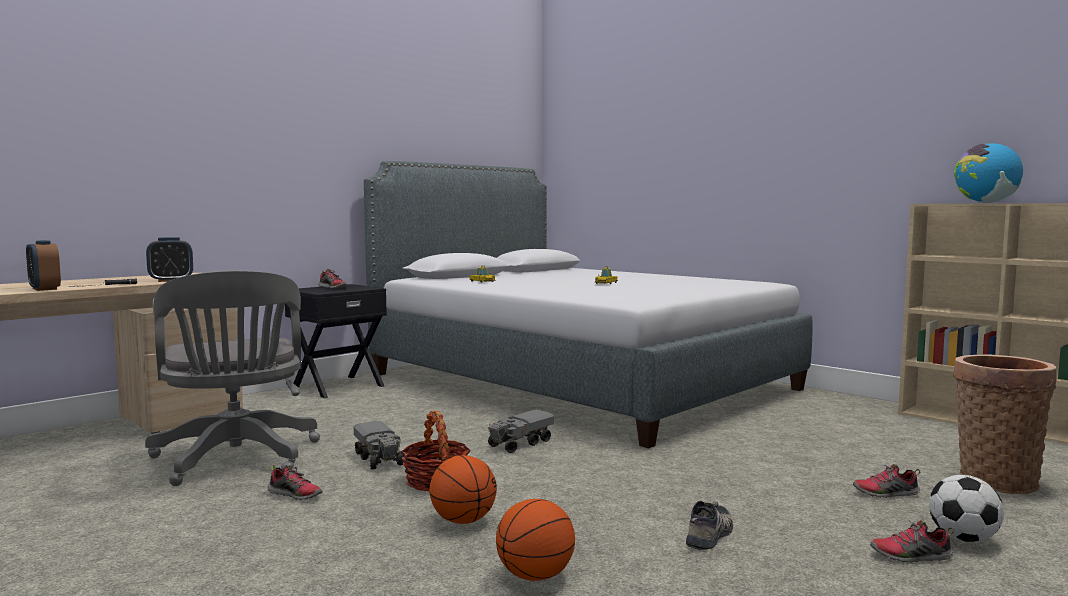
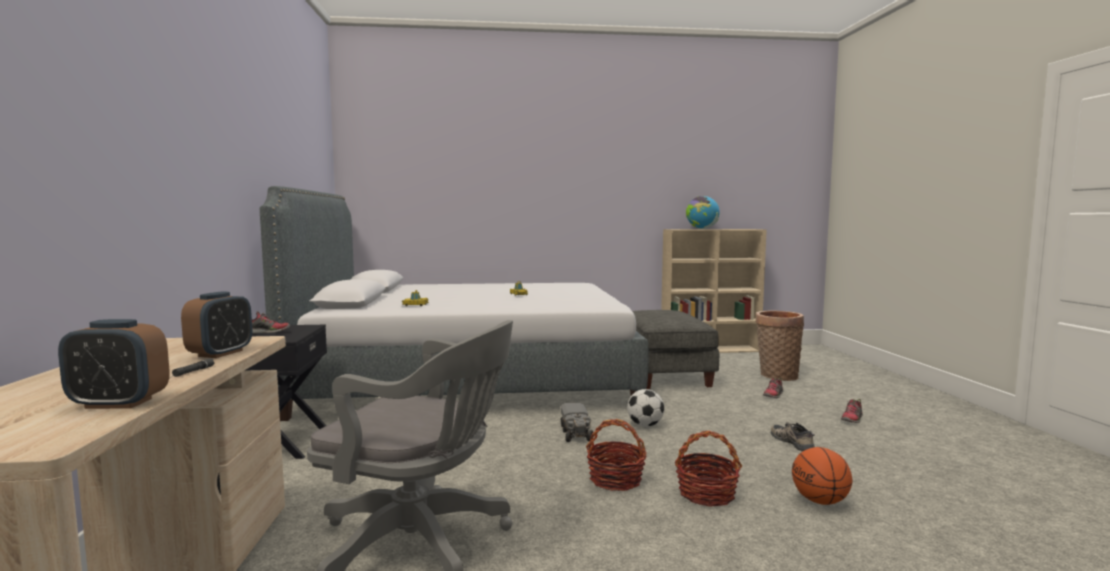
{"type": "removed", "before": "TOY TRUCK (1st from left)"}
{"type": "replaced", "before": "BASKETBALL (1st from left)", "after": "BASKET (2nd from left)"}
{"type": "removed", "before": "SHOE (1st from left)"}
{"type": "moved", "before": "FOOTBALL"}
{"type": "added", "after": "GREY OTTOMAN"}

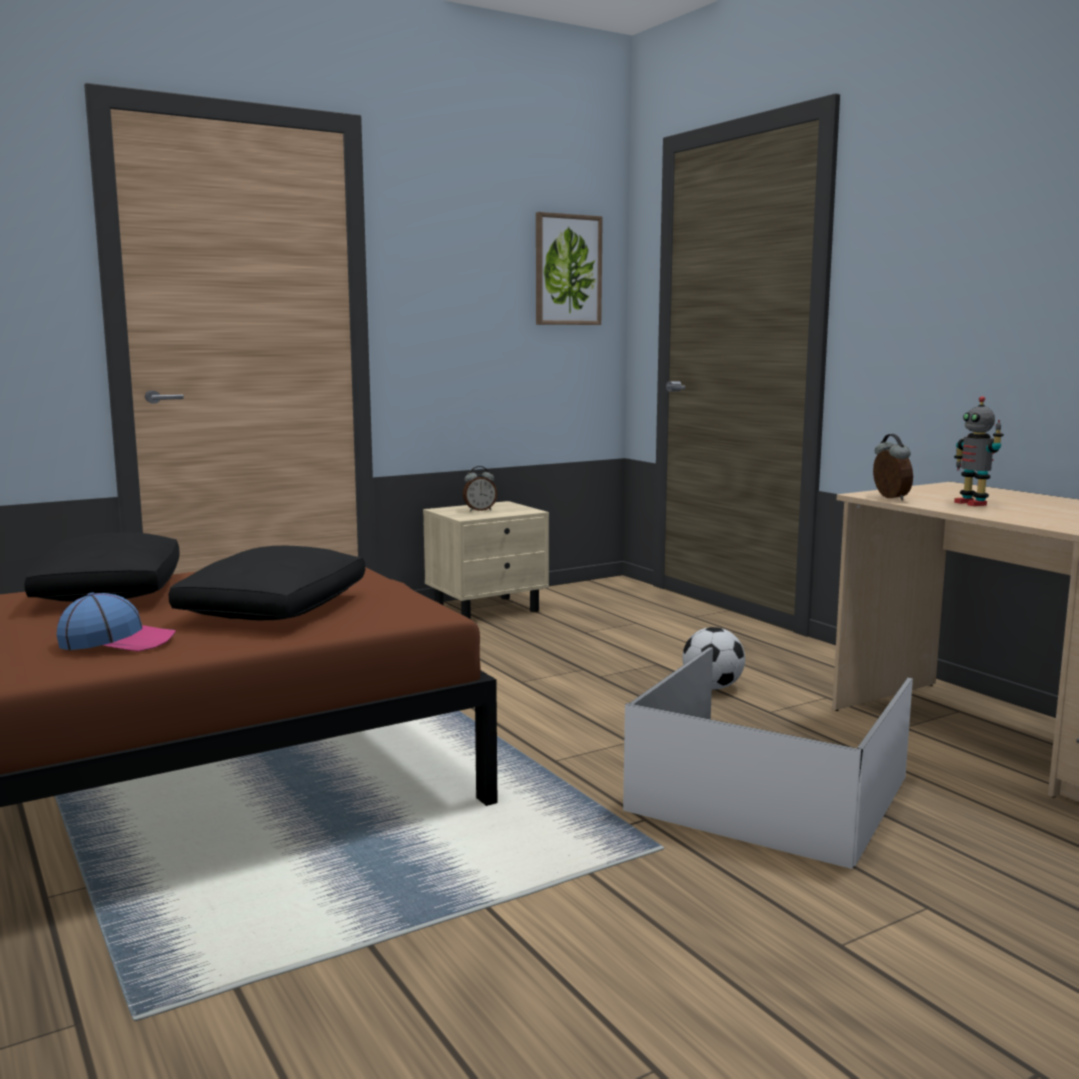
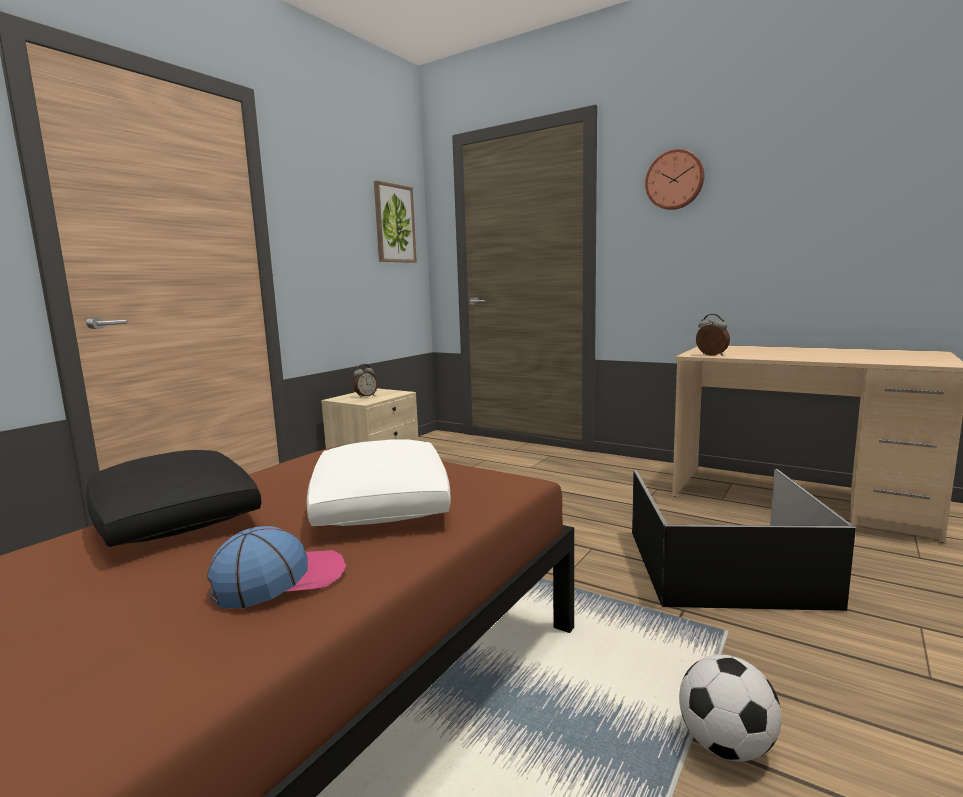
{"type": "removed", "before": "TOY ROBOT"}
{"type": "recoloured", "before": "BLACK PILLOW (2nd from left)", "after": "WHITE PILLOW"}
{"type": "moved", "before": "FOOTBALL"}
{"type": "recoloured", "before": "WHITE STORAGE BOX", "after": "BLACK STORAGE BOX"}
{"type": "added", "after": "WALL CLOCK"}

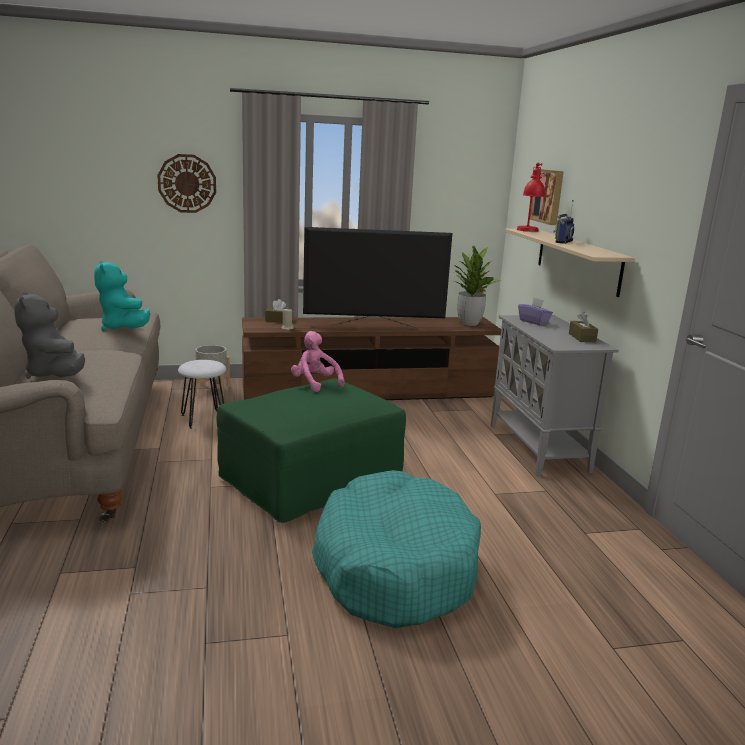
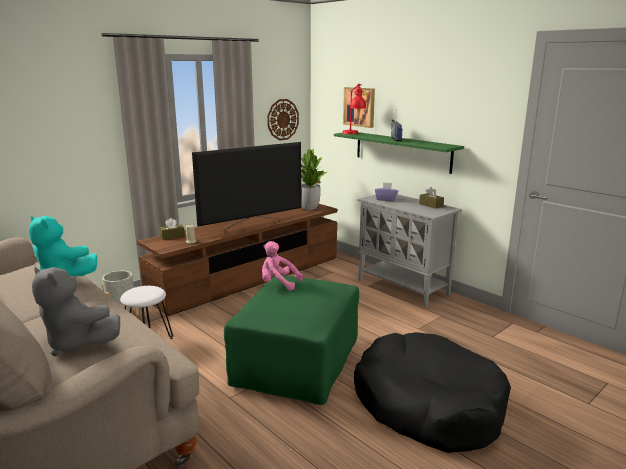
{"type": "moved", "before": "WALL CLOCK"}
{"type": "recoloured", "before": "BEIGE SHELF", "after": "GREEN SHELF"}
{"type": "recoloured", "before": "TURQUOISE DOG BED", "after": "BLACK DOG BED"}

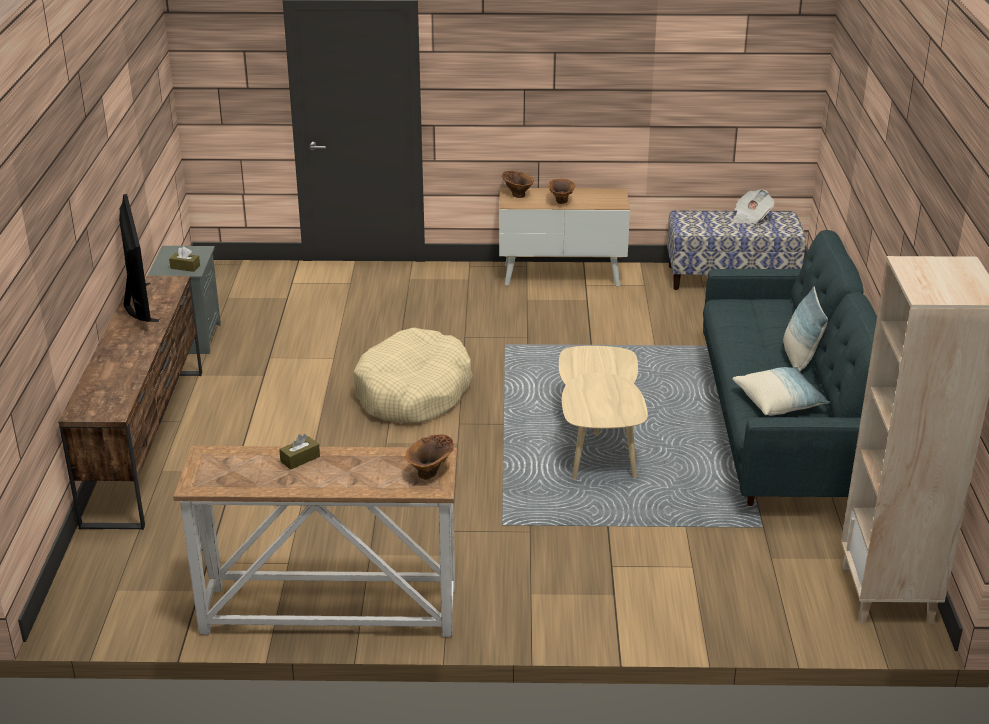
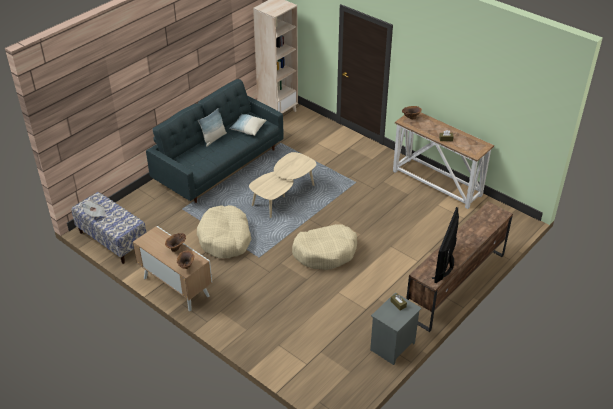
{"type": "added", "after": "BEIGE DOG BED (1st from left)"}

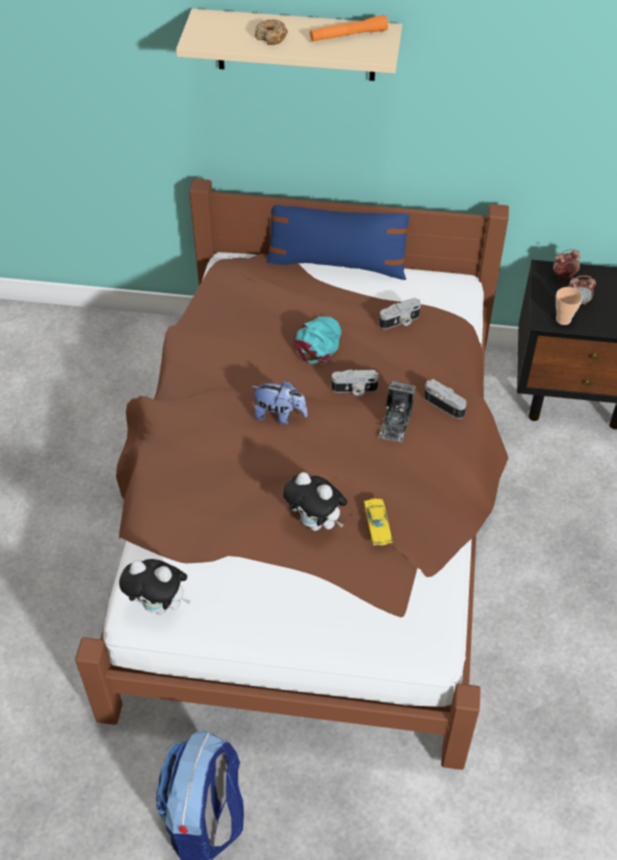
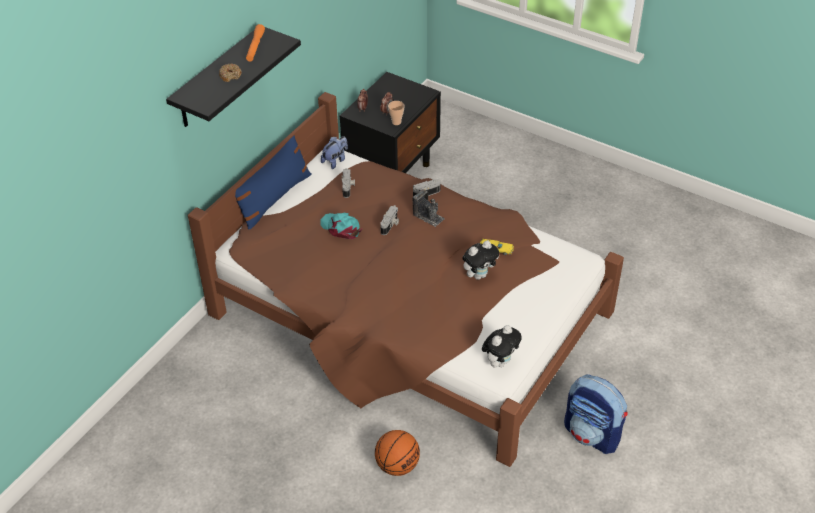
{"type": "recoloured", "before": "BEIGE SHELF", "after": "BLACK SHELF"}
{"type": "moved", "before": "PLUSH TOY (2nd from left in the first image)", "after": "PLUSH TOY (1st from left)"}
{"type": "added", "after": "BASKETBALL"}

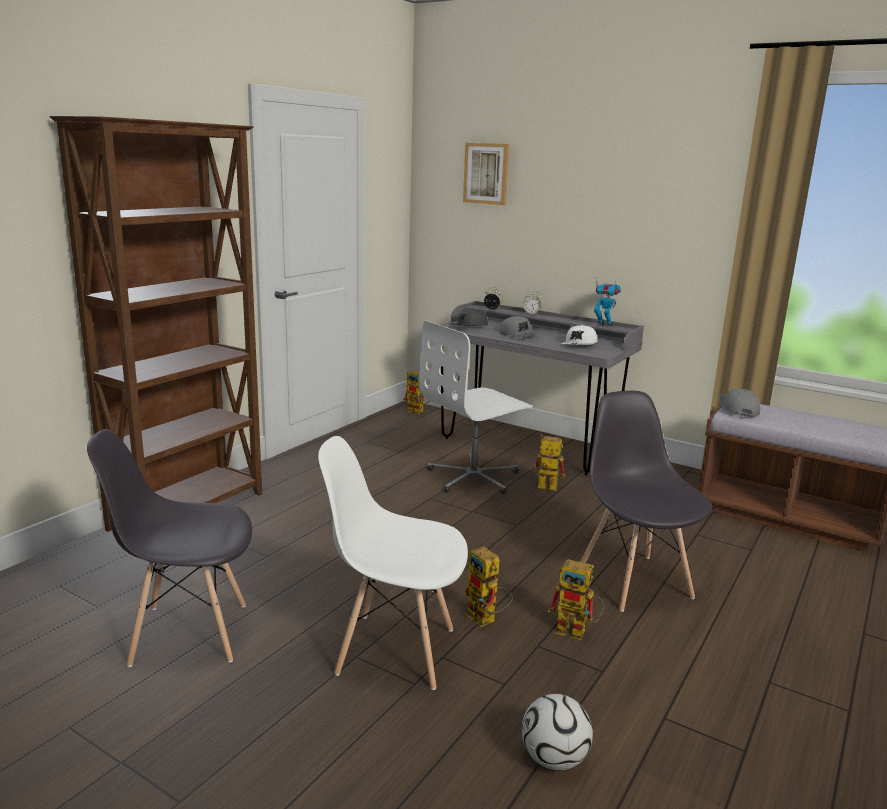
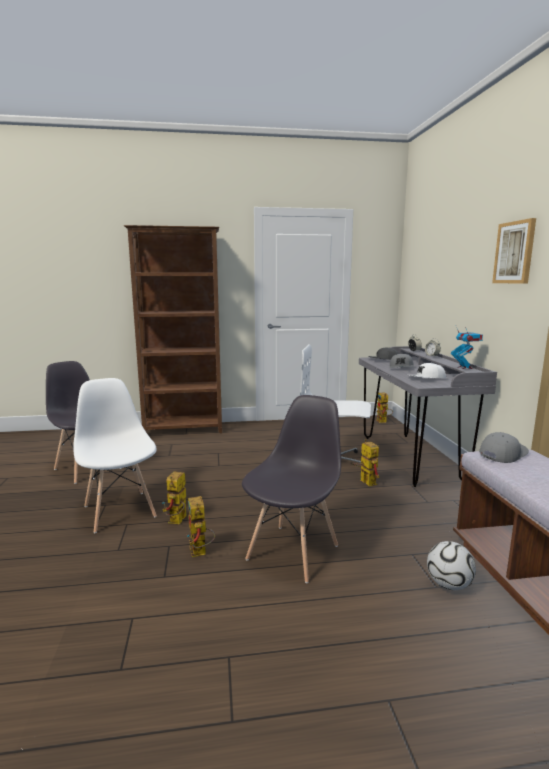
{"type": "moved", "before": "PICTURE"}
{"type": "moved", "before": "FOOTBALL"}

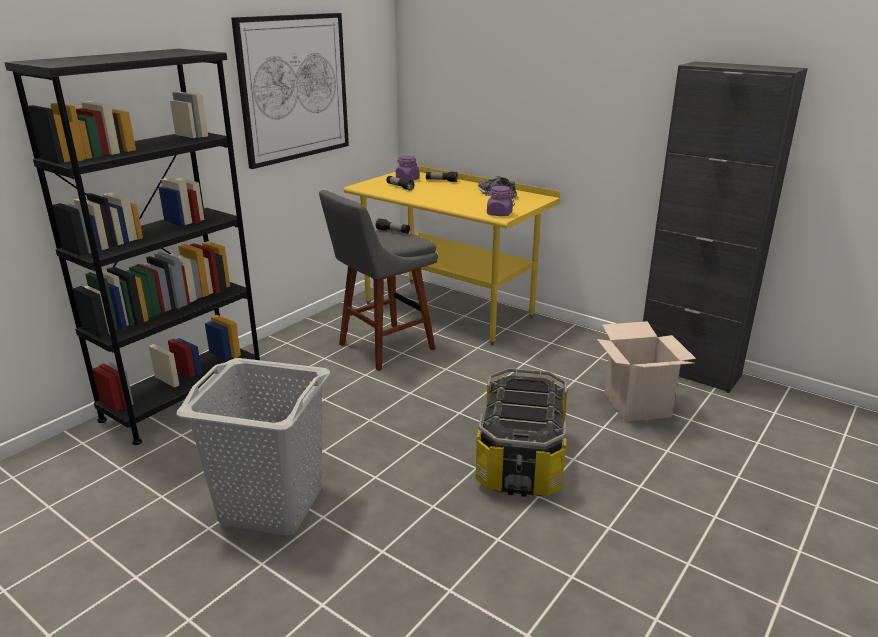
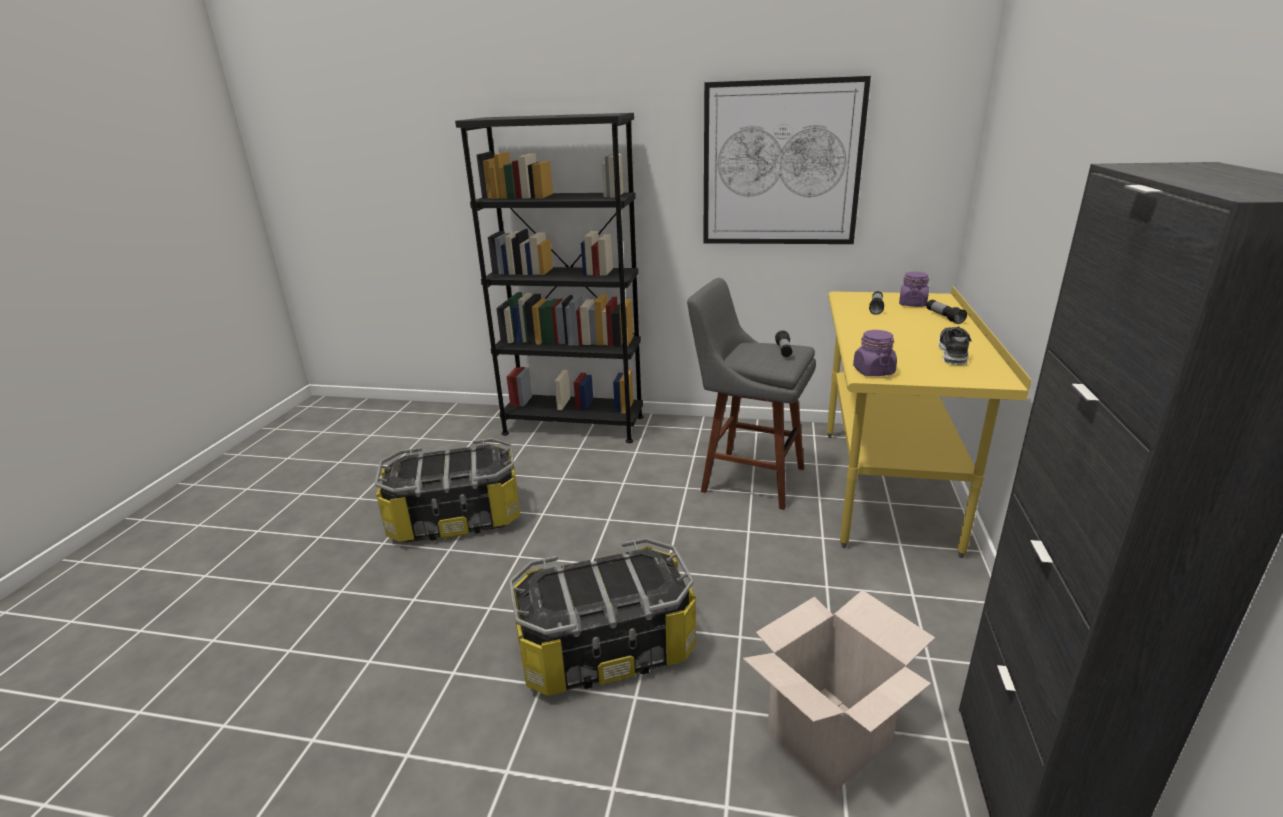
{"type": "replaced", "before": "GREY LAUNDRY BASKET", "after": "STORAGE BOX (1st from left)"}

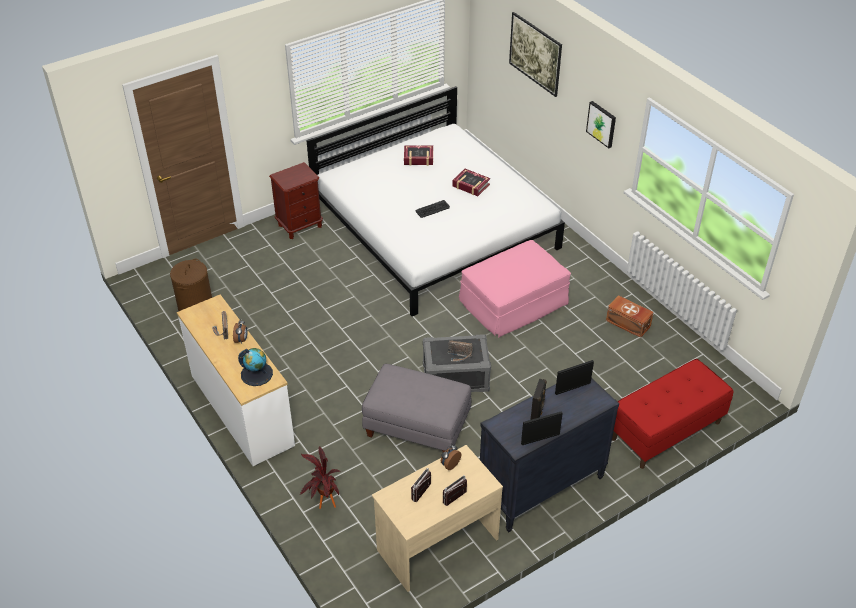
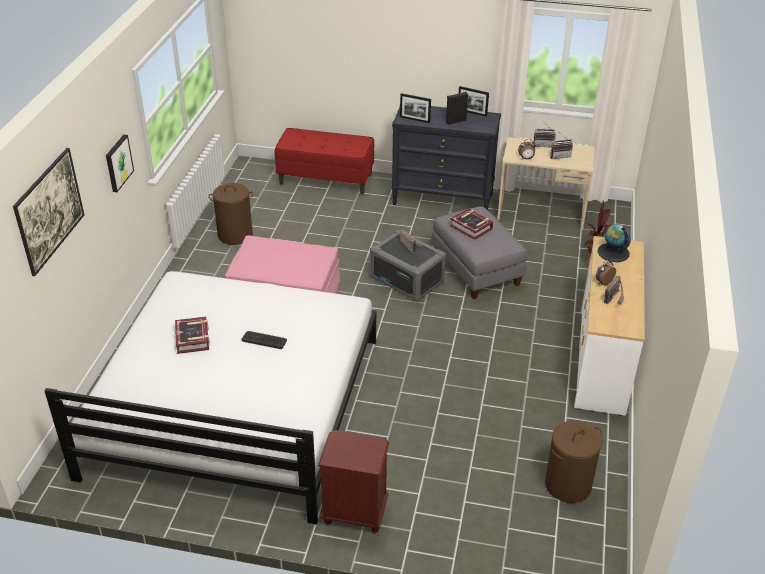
{"type": "moved", "before": "BOOK (1st from left in the first image)", "after": "BOOK (2nd from left)"}
{"type": "replaced", "before": "BROWN STORAGE BOX", "after": "BROWN LAUNDRY BASKET (1st from left)"}

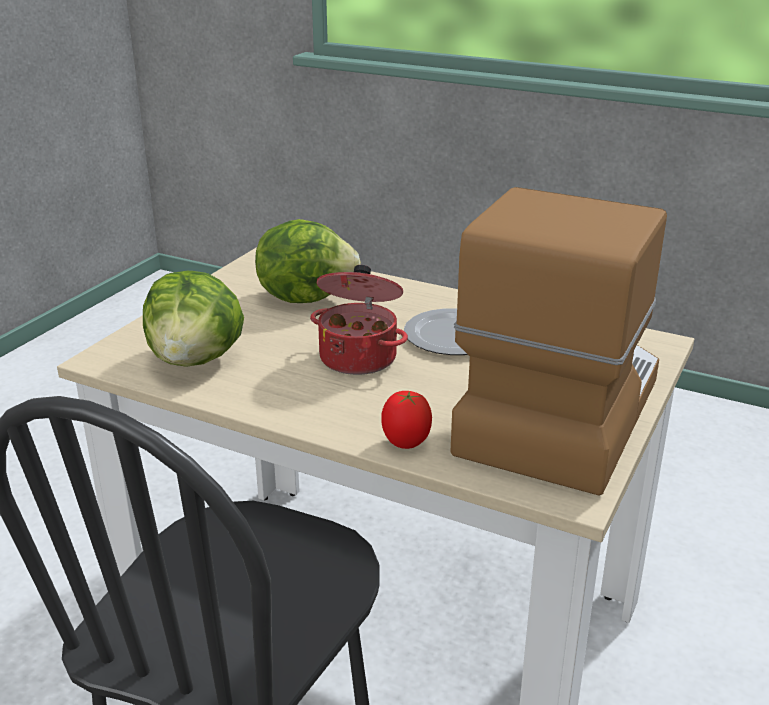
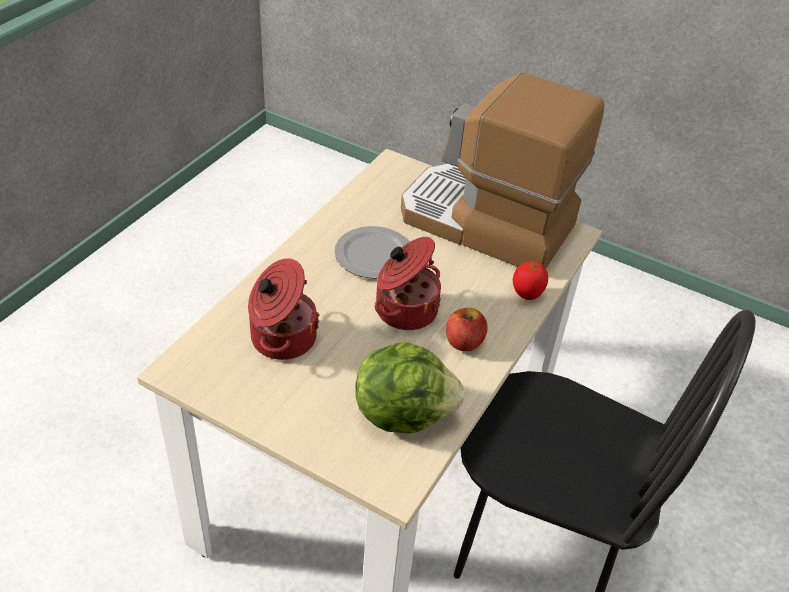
{"type": "replaced", "before": "LETTUCE (2nd from left)", "after": "COOKING POT (1st from left)"}
{"type": "added", "after": "APPLE"}

